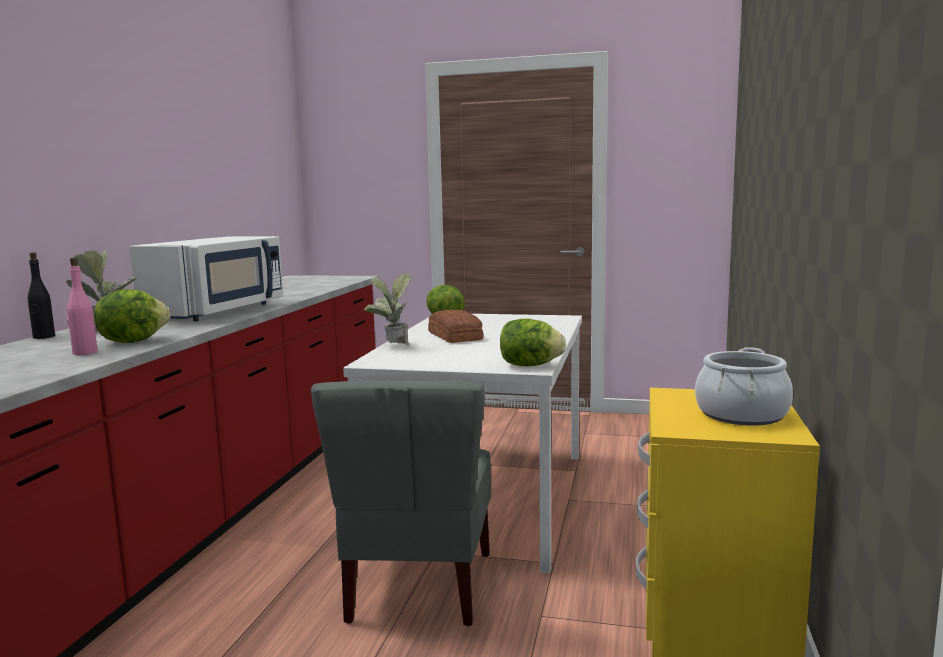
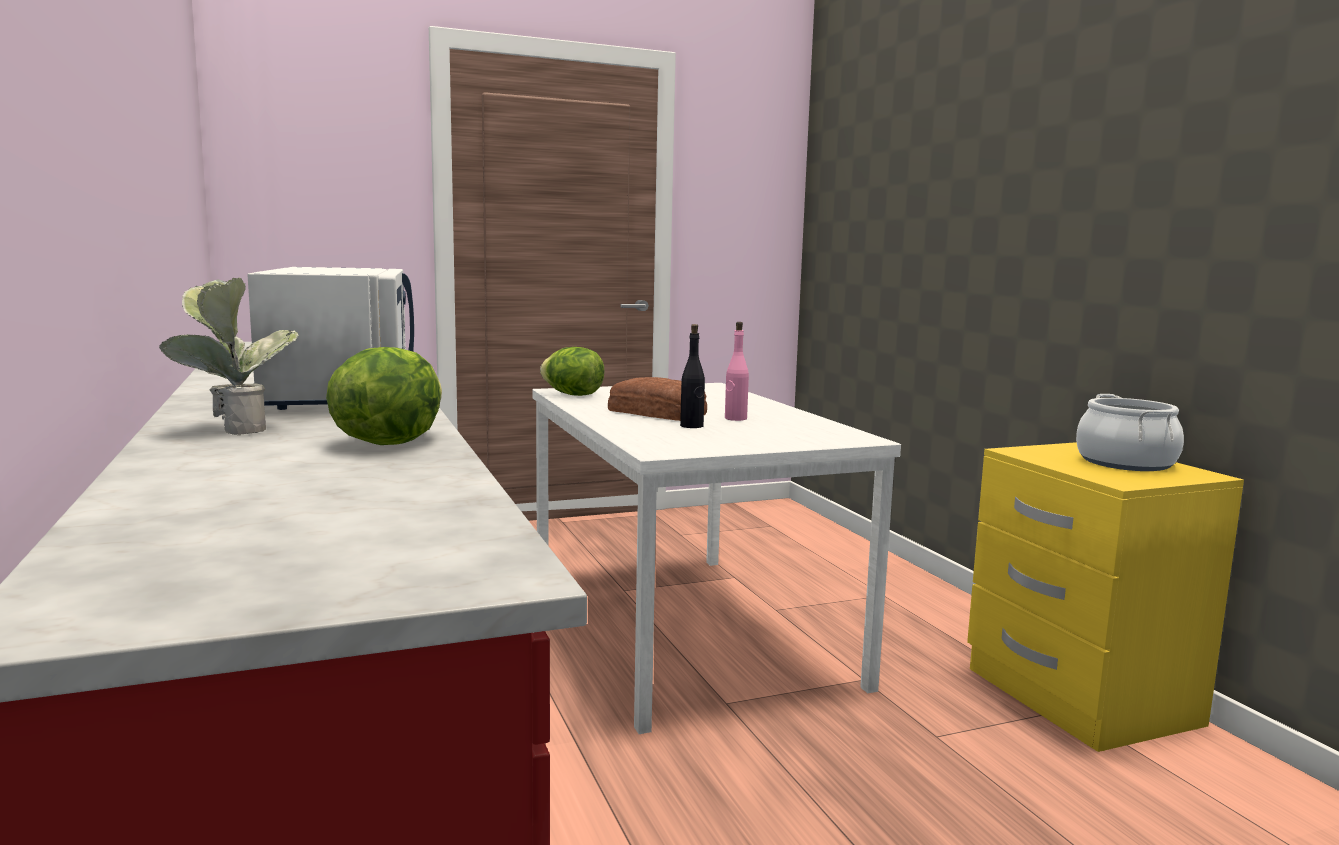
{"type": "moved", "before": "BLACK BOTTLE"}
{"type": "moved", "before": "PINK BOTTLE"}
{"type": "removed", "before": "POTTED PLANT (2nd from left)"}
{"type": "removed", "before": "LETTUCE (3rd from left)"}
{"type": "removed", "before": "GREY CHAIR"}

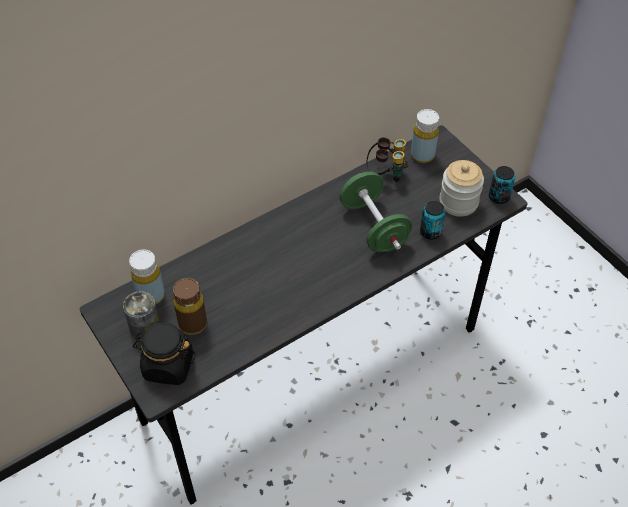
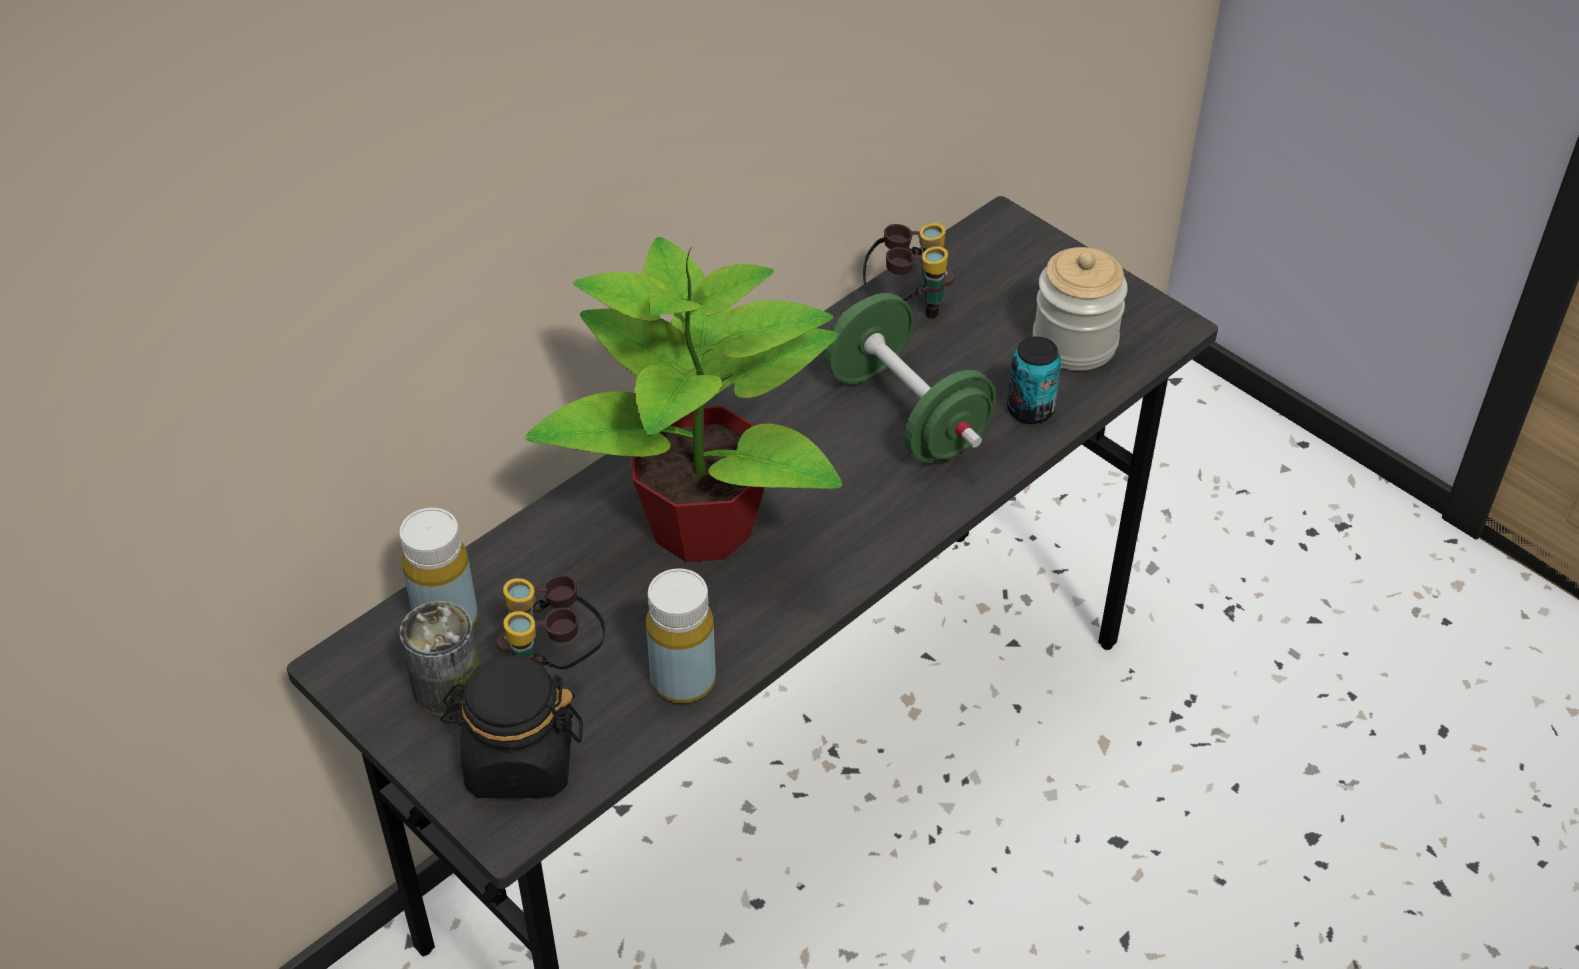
{"type": "moved", "before": "YELLOW BOTTLE (2nd from left)"}
{"type": "removed", "before": "CAN (3rd from left)"}
{"type": "replaced", "before": "BROWN BOTTLE", "after": "BINOCULARS (1st from left)"}
{"type": "added", "after": "POTTED PLANT"}

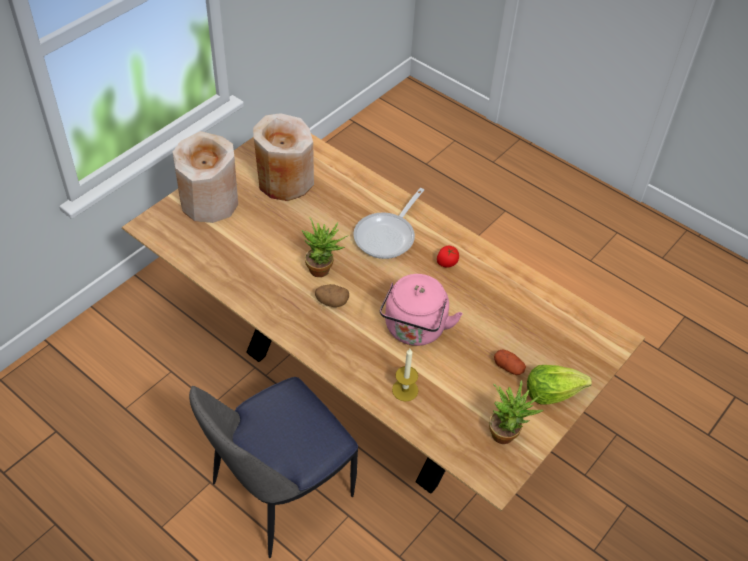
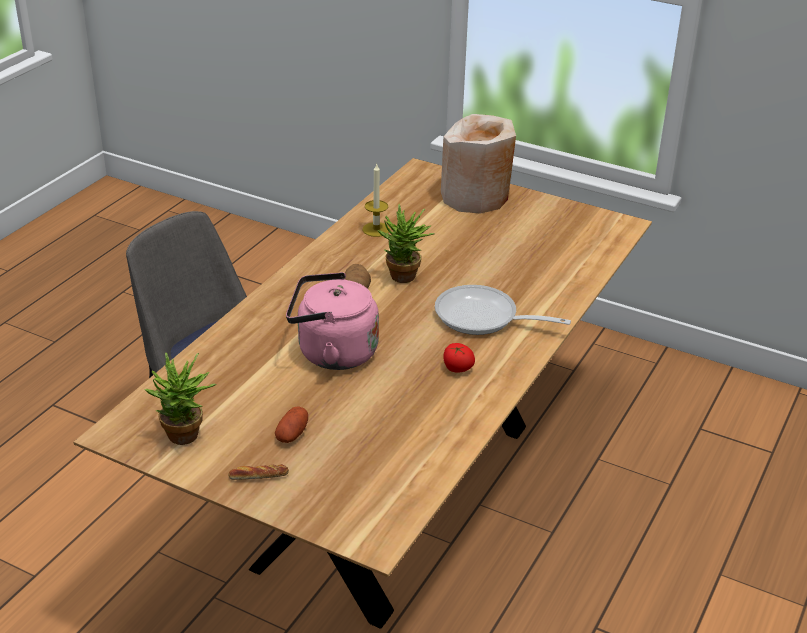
{"type": "removed", "before": "BEIGE VASE (2nd from left)"}
{"type": "moved", "before": "CANDLE"}
{"type": "replaced", "before": "LETTUCE", "after": "BREAD"}

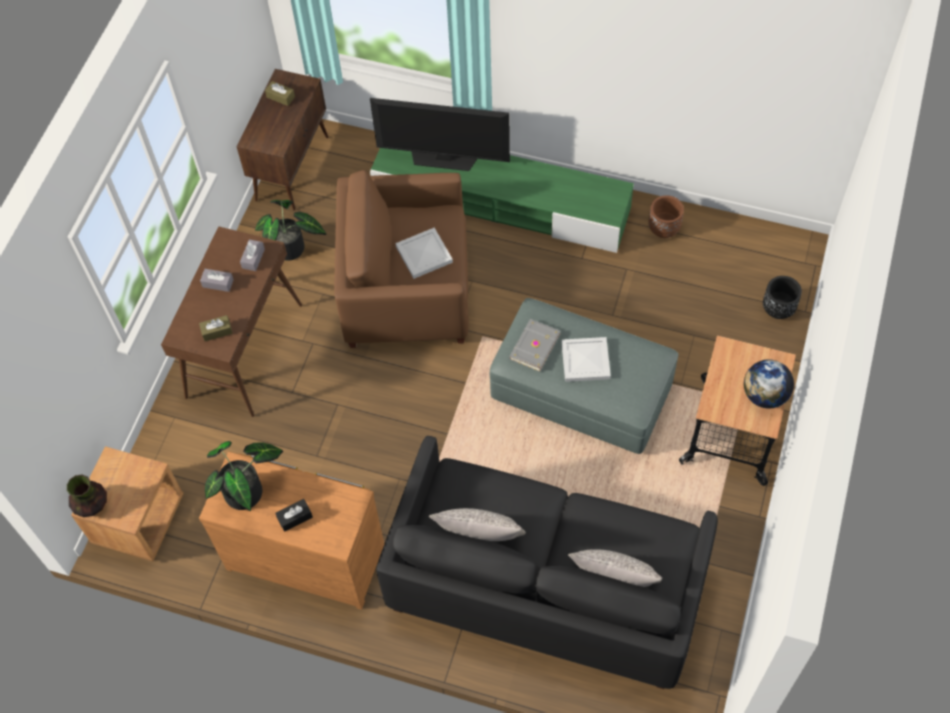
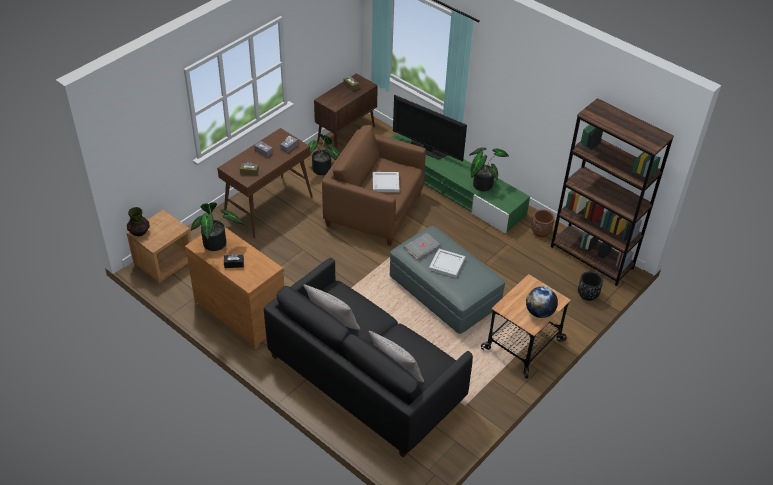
{"type": "added", "after": "BROWN BOOKCASE"}
{"type": "added", "after": "POTTED PLANT (3rd from left)"}

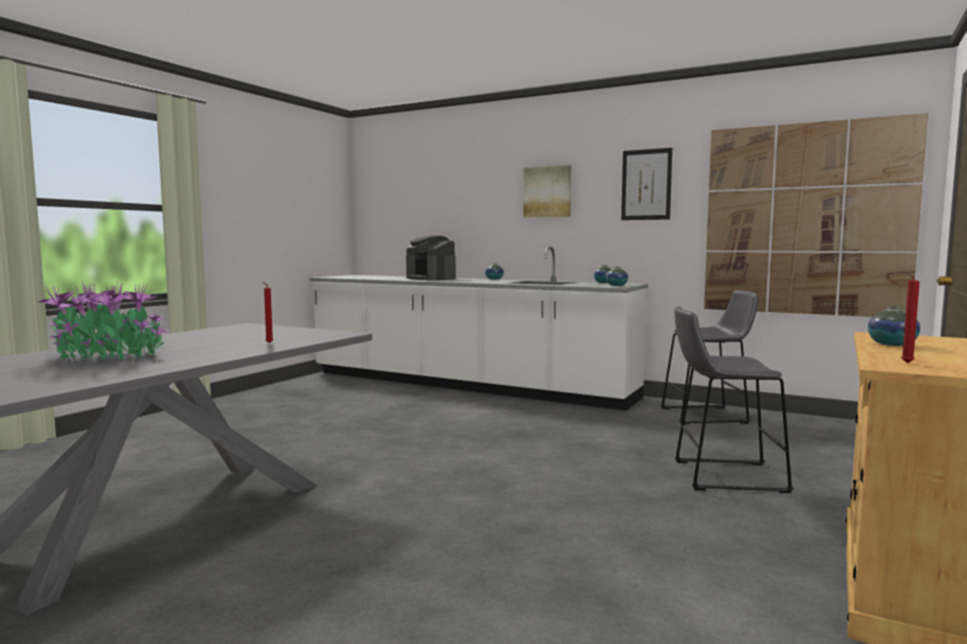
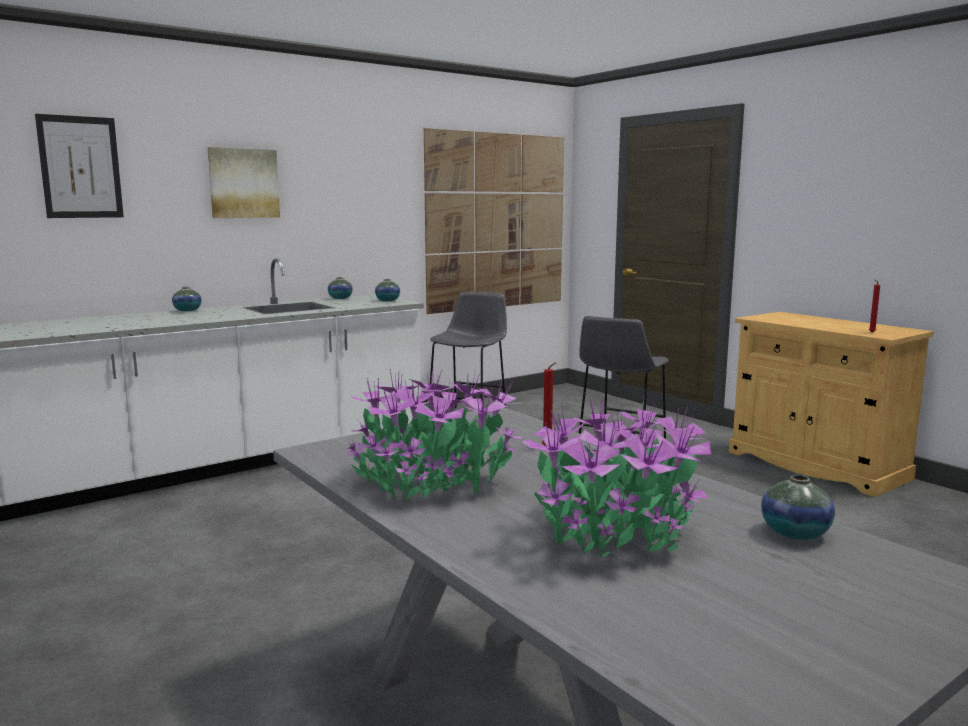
{"type": "moved", "before": "PICTURE (2nd from left in the first image)", "after": "PICTURE (1st from left)"}
{"type": "removed", "before": "COFFEE MACHINE"}
{"type": "moved", "before": "VASE (4th from left)"}
{"type": "added", "after": "POTTED PLANT (1st from left)"}

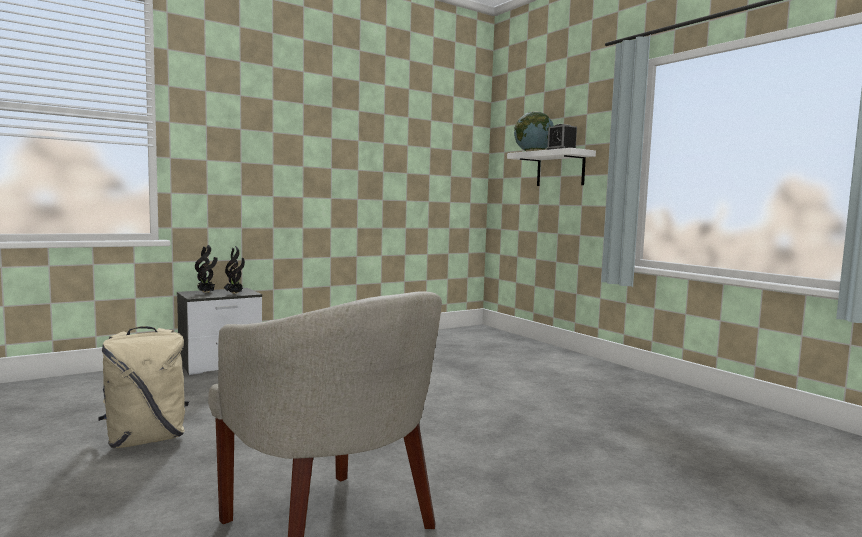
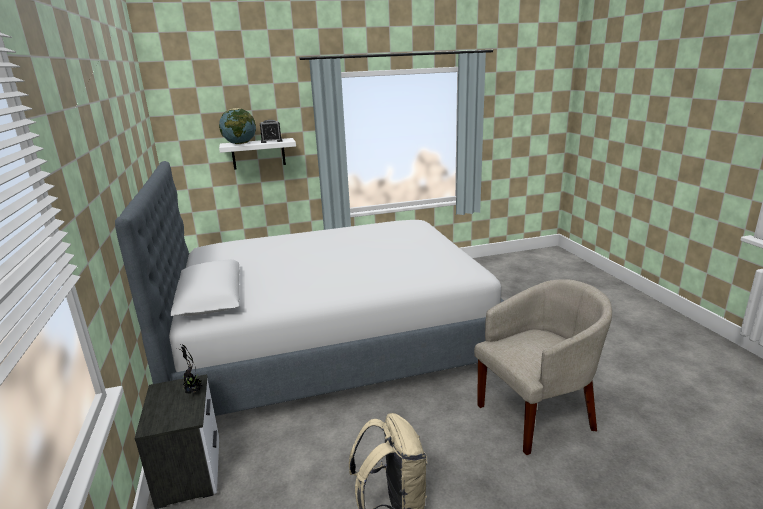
{"type": "removed", "before": "POTTED PLANT (1st from left)"}
{"type": "added", "after": "BED"}

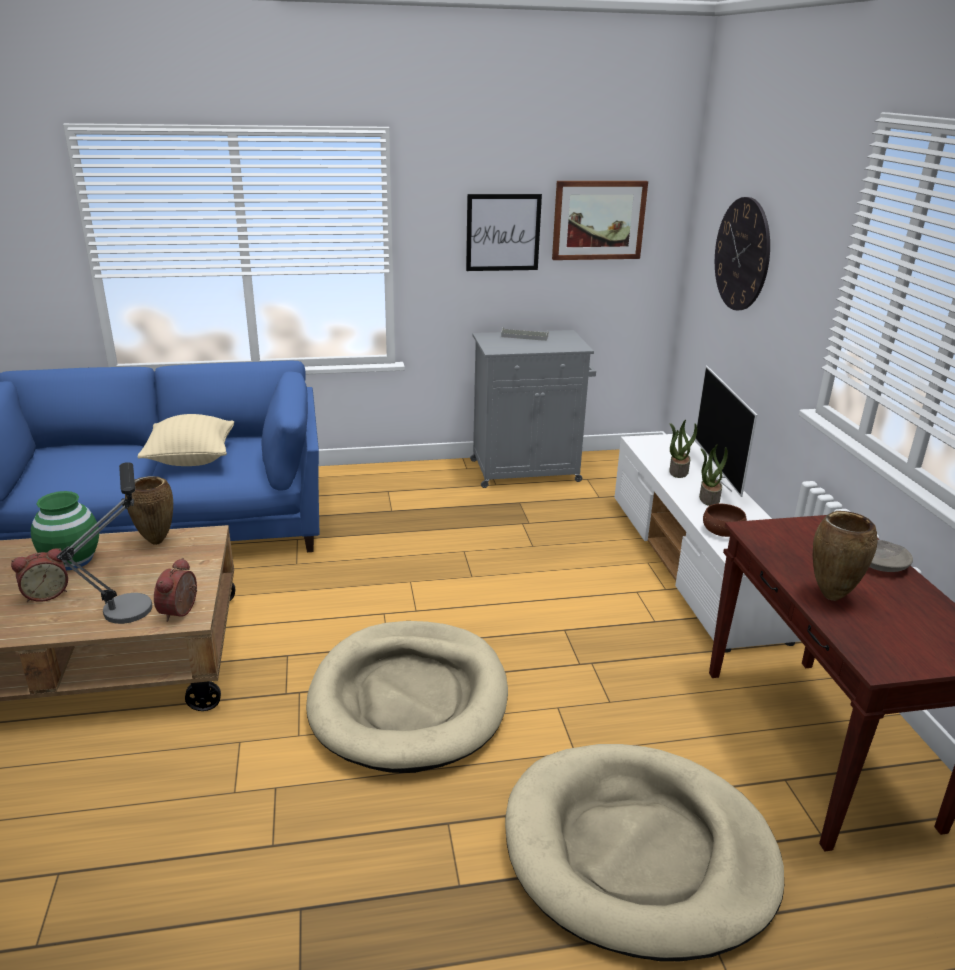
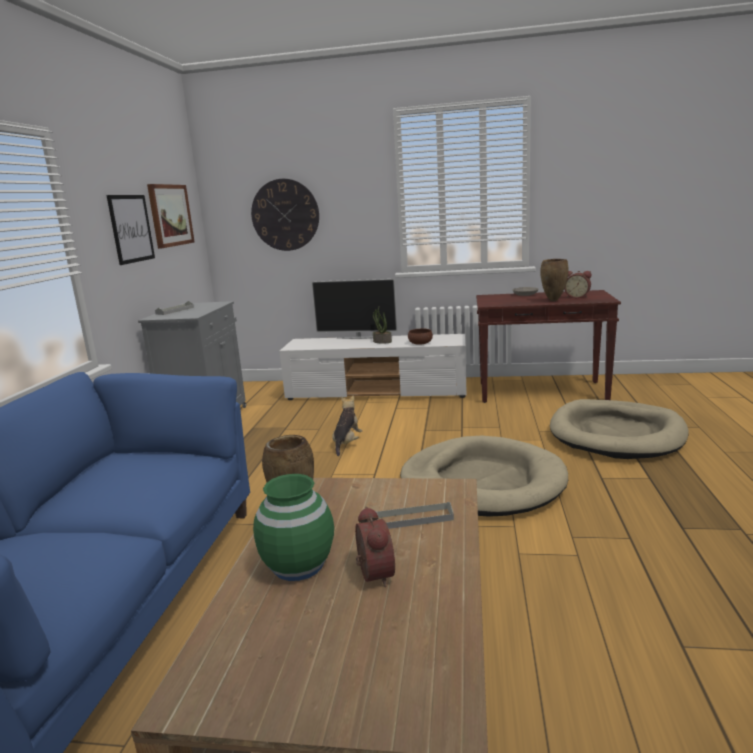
{"type": "removed", "before": "BEIGE PILLOW"}
{"type": "removed", "before": "POTTED PLANT (1st from left)"}
{"type": "replaced", "before": "TABLE LAMP", "after": "GREY TRAY (2nd from left)"}
{"type": "moved", "before": "ALARM CLOCK (2nd from left)"}
{"type": "added", "after": "PLUSH TOY"}

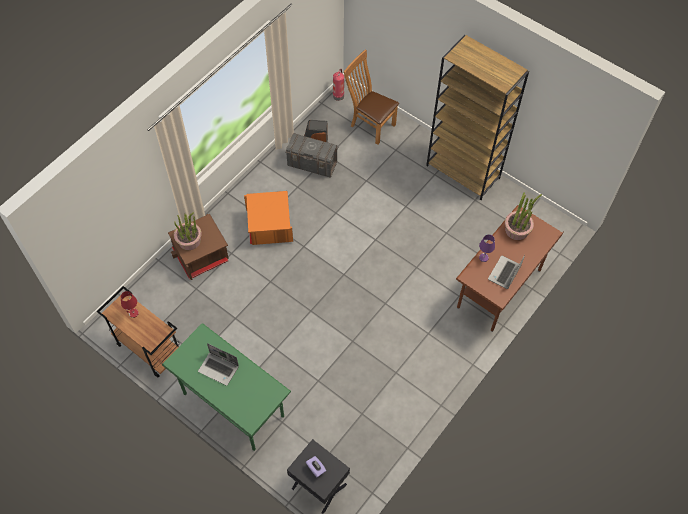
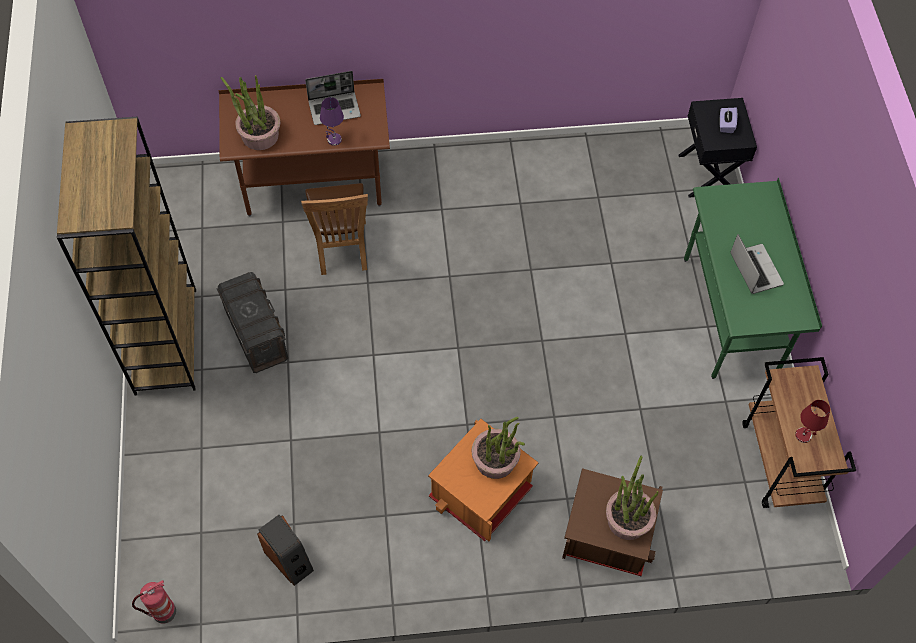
{"type": "moved", "before": "BROWN CHAIR"}
{"type": "moved", "before": "GREY STORAGE BOX"}
{"type": "added", "after": "POTTED PLANT (2nd from left)"}

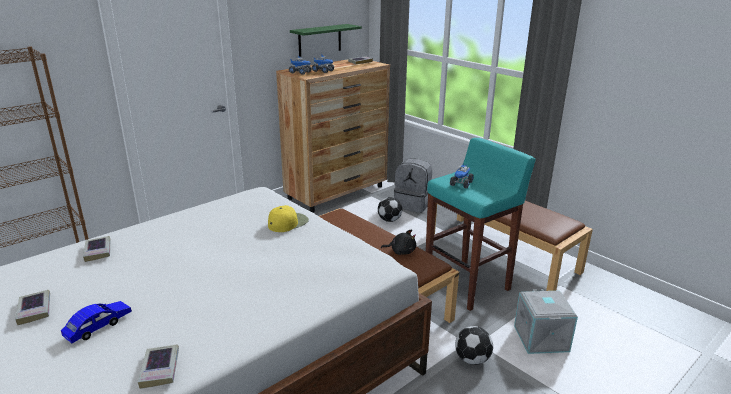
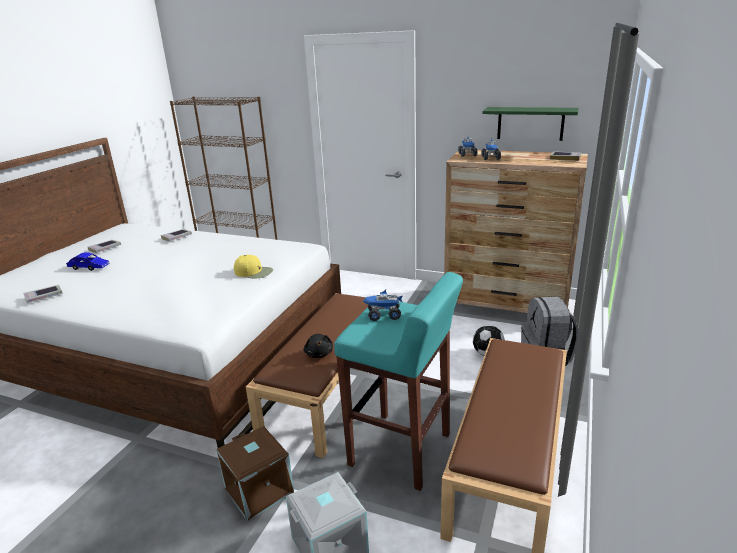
{"type": "replaced", "before": "FOOTBALL (2nd from left)", "after": "BROWN STORAGE BOX"}

